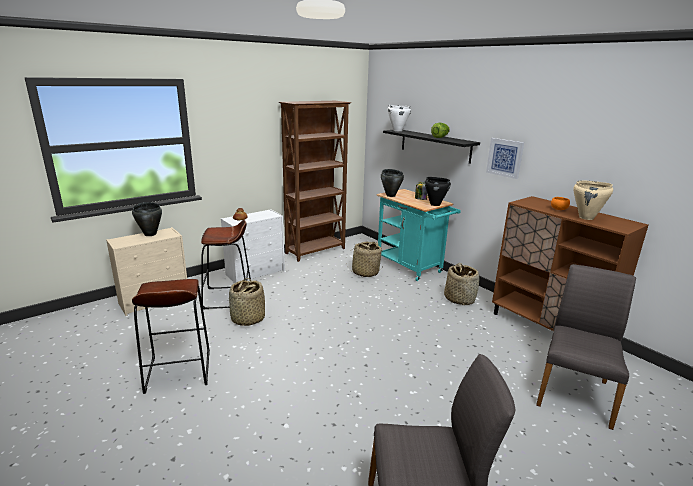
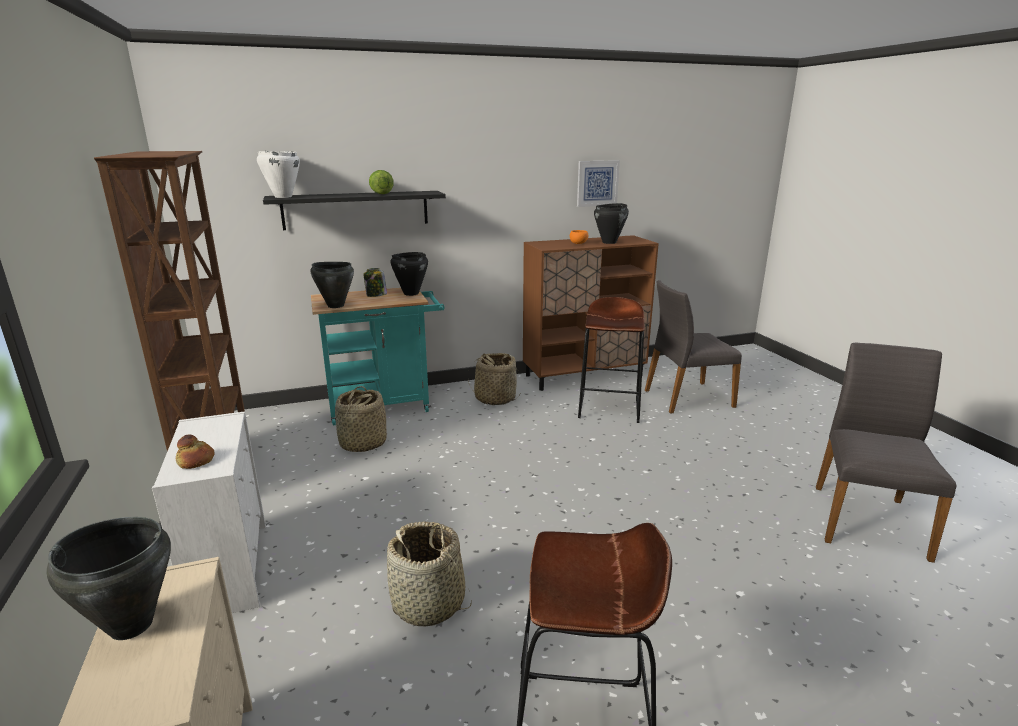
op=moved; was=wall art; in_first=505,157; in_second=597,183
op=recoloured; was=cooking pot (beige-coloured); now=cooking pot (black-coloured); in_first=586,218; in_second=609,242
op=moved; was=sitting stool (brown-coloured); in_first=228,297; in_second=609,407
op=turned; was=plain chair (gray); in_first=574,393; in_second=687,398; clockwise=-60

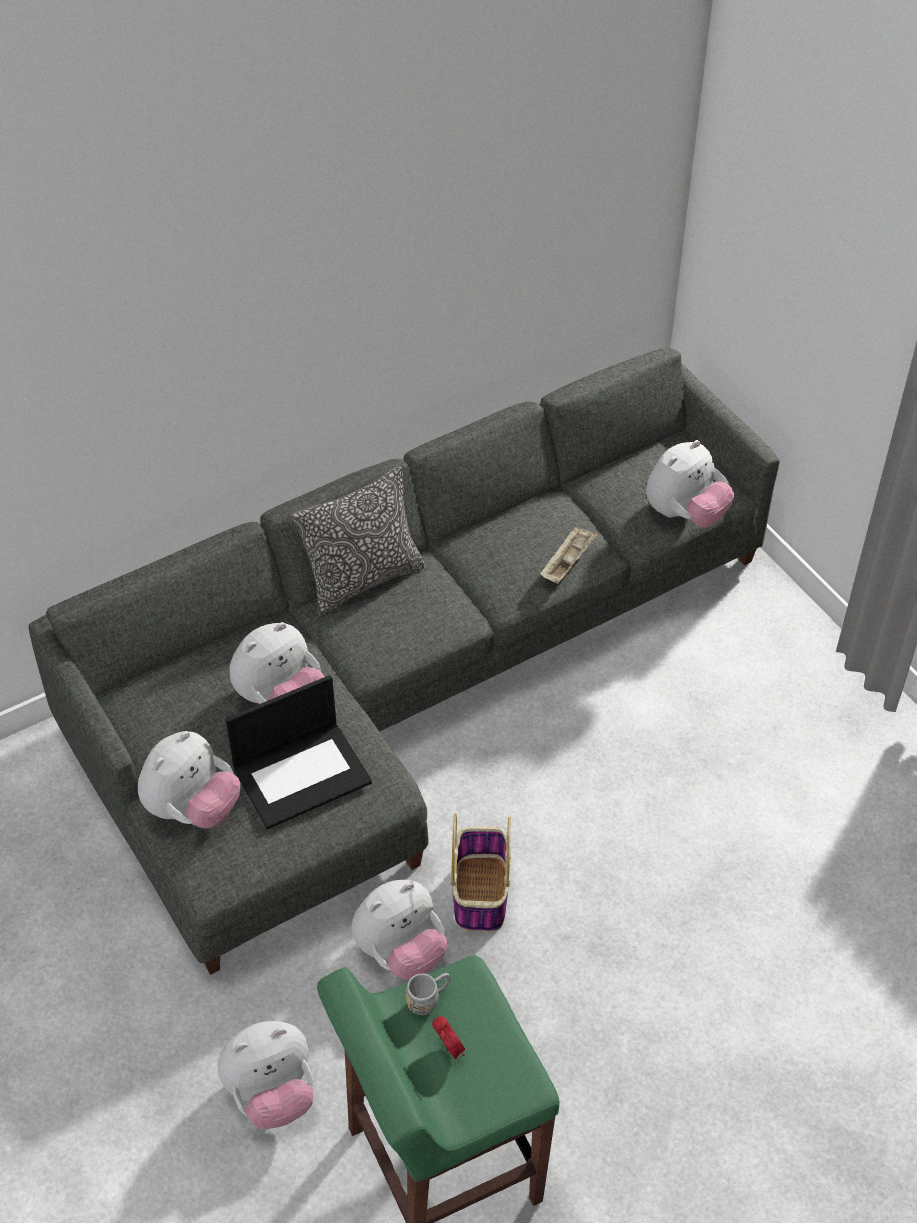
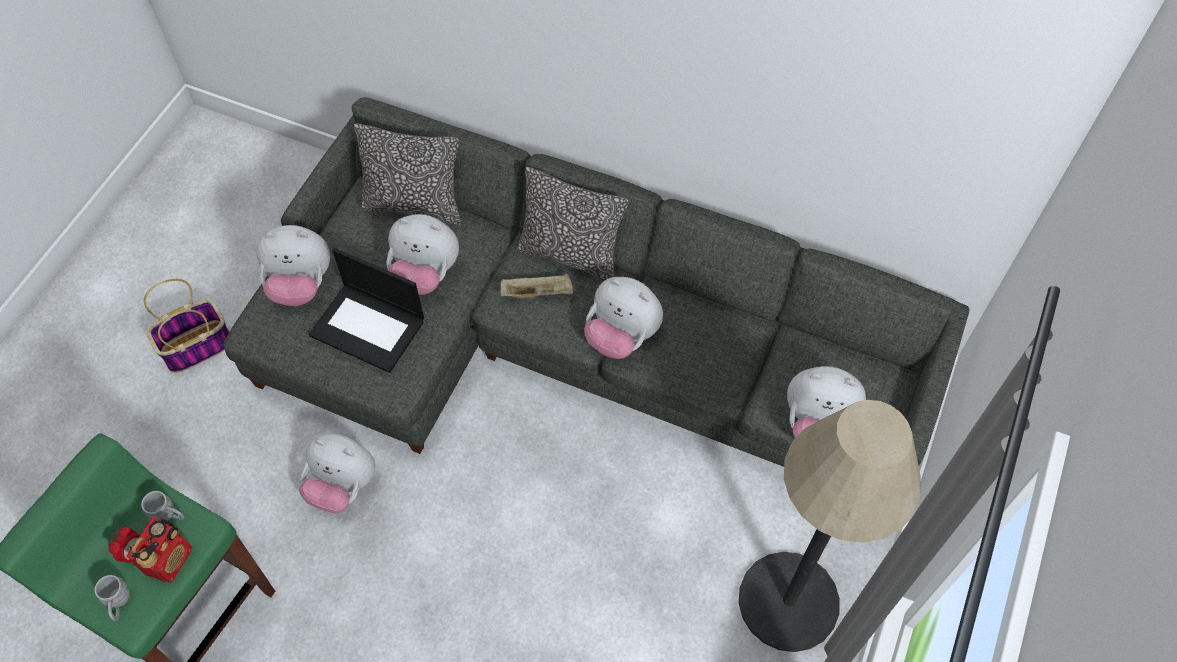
op=moved; was=serving tray (beige-coloured); in_first=568,563; in_second=538,293
op=moved; was=household basket; in_first=480,892; in_second=198,346
op=moved; was=cuddly toy; in_first=272,1094; in_second=621,336
op=added; now=cushion; in_second=414,205
op=added; now=floor lamp; in_second=788,601
op=added; now=radio; in_second=170,559
op=added; now=tea mug (gray); in_second=119,603

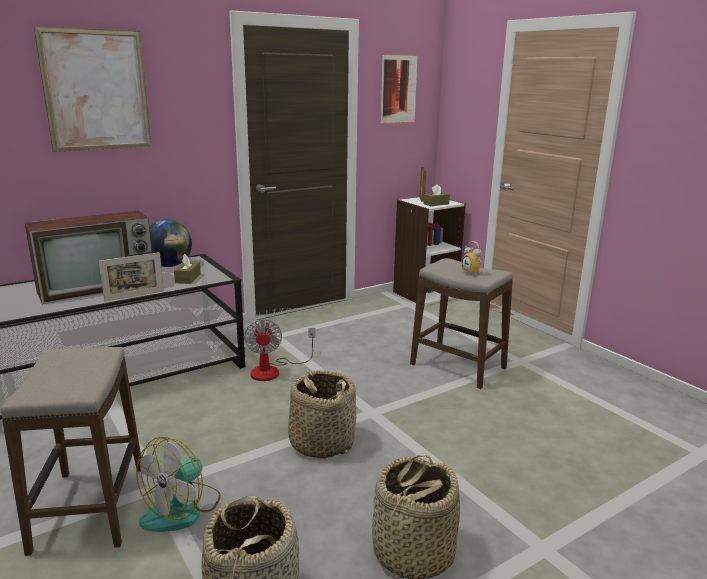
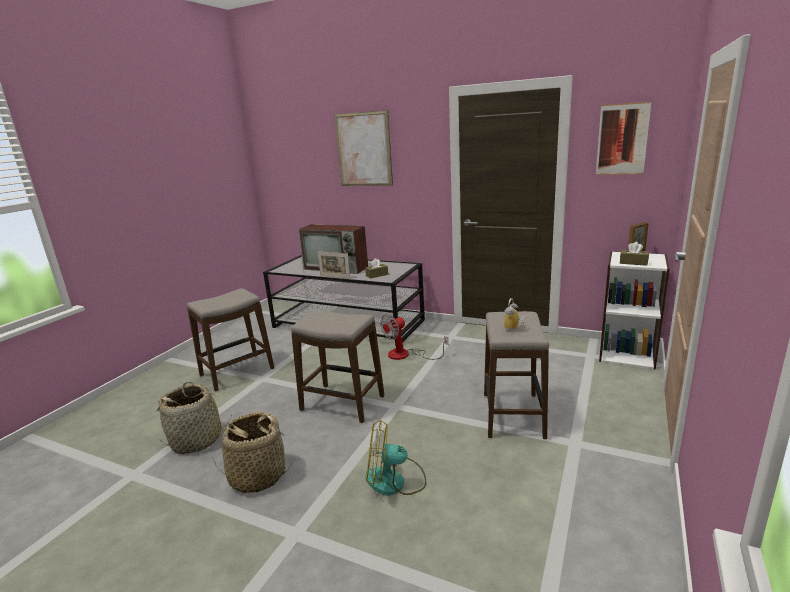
op=removed; was=desk globe; in_first=169,265
op=replaced; was=household basket; now=sitting stool; in_first=321,442; in_second=342,403
op=moved; was=fan; in_first=182,510; in_second=394,481

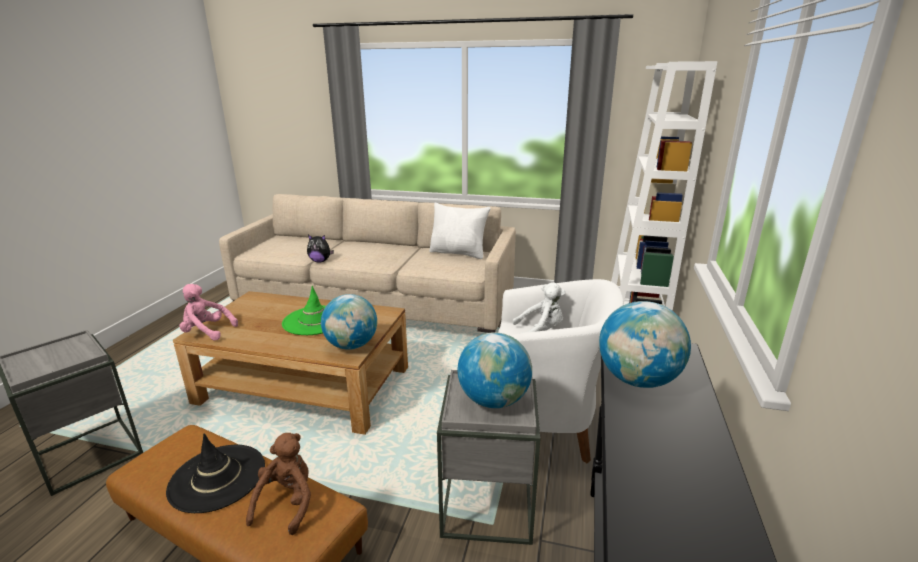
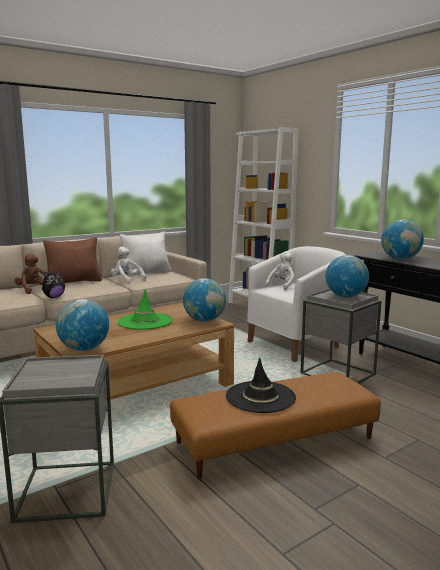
op=replaced; was=cuddly toy (pink); now=desk globe; in_first=207,332; in_second=84,349
op=moved; was=cuddly toy (brown-coloured); in_first=287,503; in_second=34,290
op=added; now=cushion (brown-coloured); in_second=75,281
op=added; now=cuddly toy (whitish); in_second=126,280

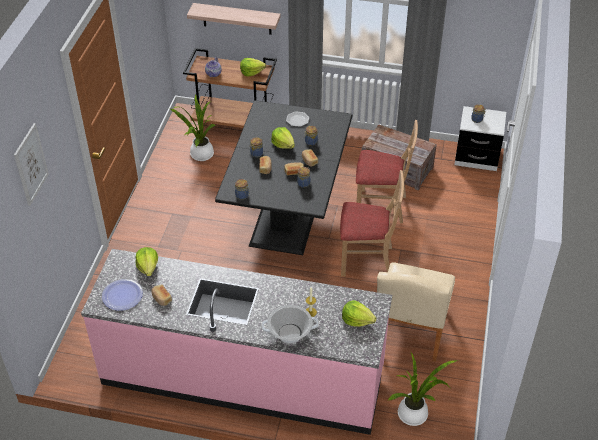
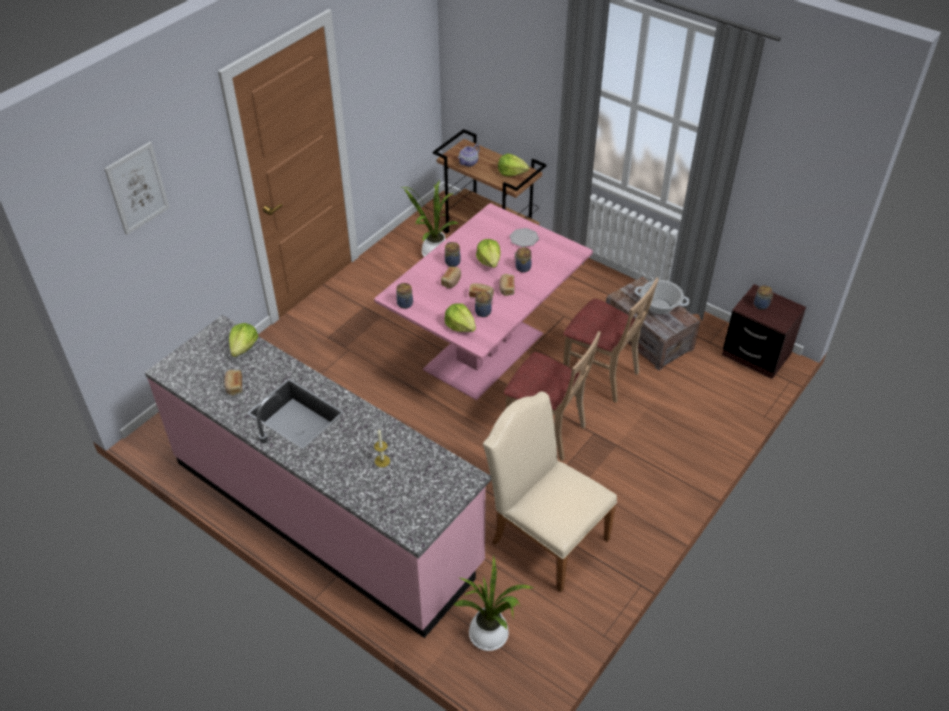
op=removed; was=shelf; in_first=237,19
op=recoloured; was=dinner table (black-coloured); now=dinner table (pink); in_first=287,217; in_second=485,352
op=recoloured; was=nightstand (whitish); now=nightstand (brown-coloured); in_first=476,157; in_second=756,354
op=turned; was=plain chair (beige-coloured); in_first=409,333; in_second=544,536; clockwise=90
op=removed; was=flat dish; in_first=122,295
op=moved; was=head of lettuce; in_first=357,320; in_second=460,326
op=moved; was=cooking pot; in_first=290,333; in_second=660,306

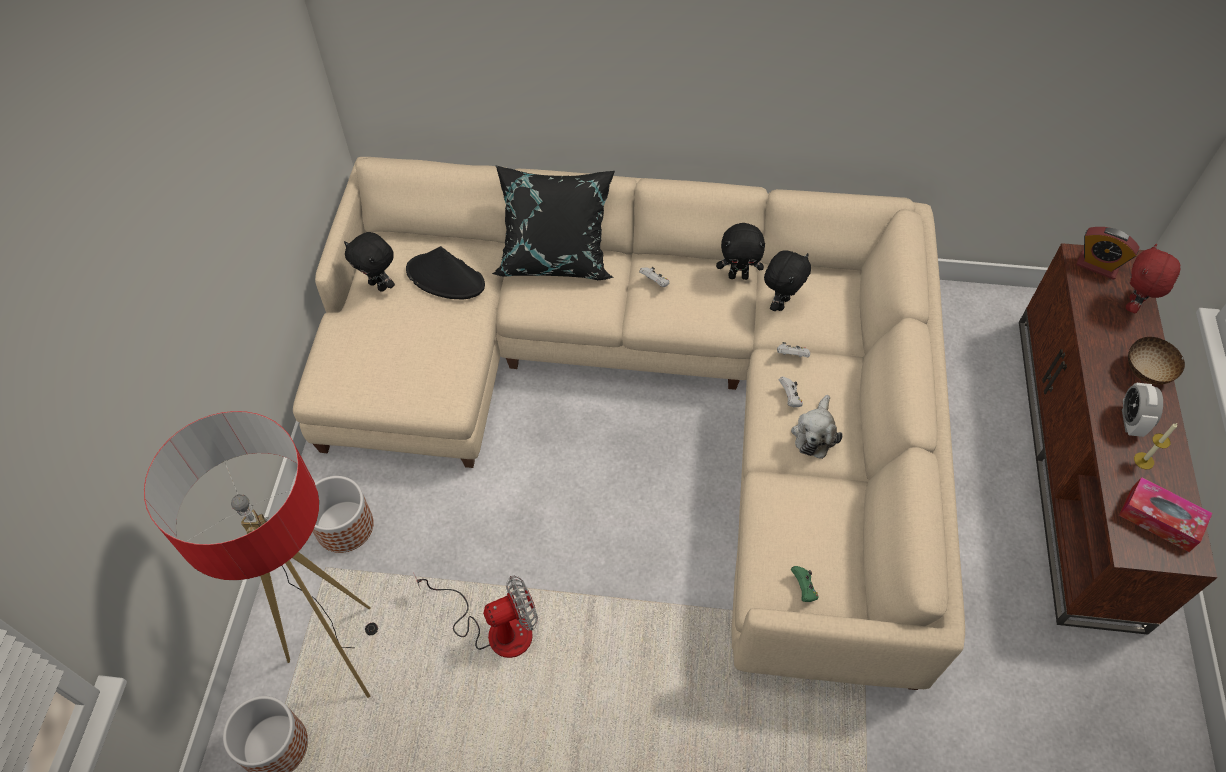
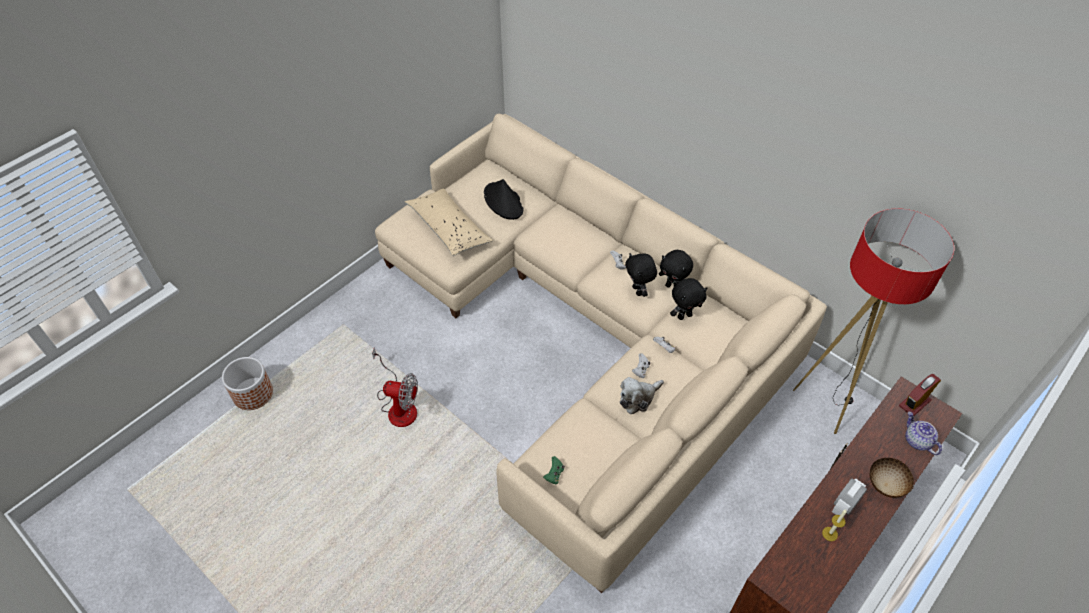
op=removed; was=cushion (black-coloured); in_first=556,256
op=turned; was=bedside clock; in_first=1097,265; in_second=914,403; clockwise=75
op=moved; was=cuddly toy (black-coloured); in_first=379,285; in_second=638,290
op=replaced; was=cuddly toy (red); now=teapot; in_first=1133,305; in_second=917,441
op=moved; was=floor lamp; in_first=343,654; in_second=826,403
op=removed; was=planter; in_first=344,526
op=removed; was=tissue box; in_first=1159,519
op=added; now=cushion (beige-coloured); in_second=449,228

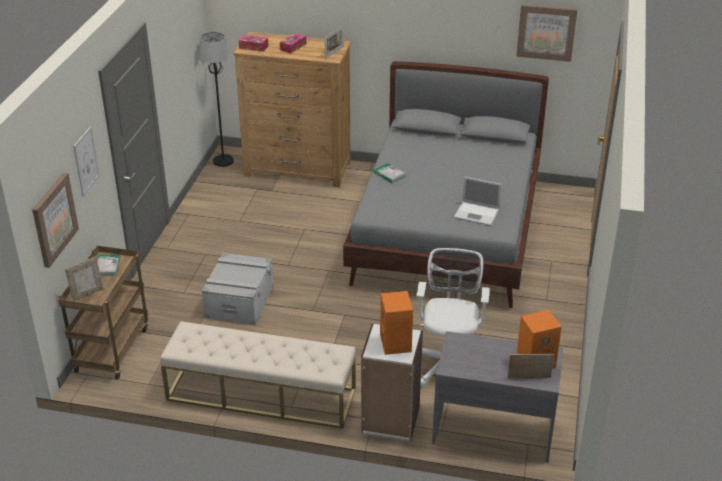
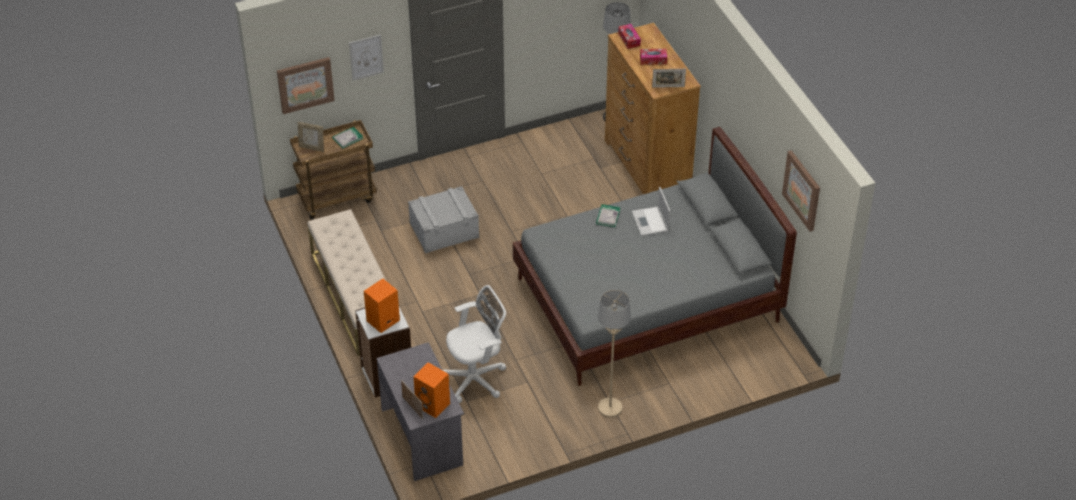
op=moved; was=portable computer; in_first=477,214; in_second=650,222
op=added; now=floor lamp (beige-coloured); in_second=610,408

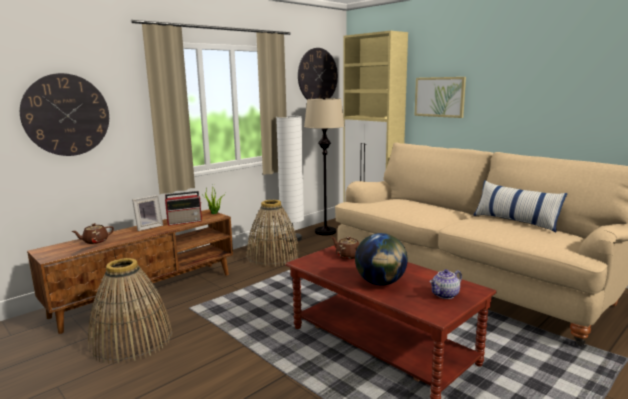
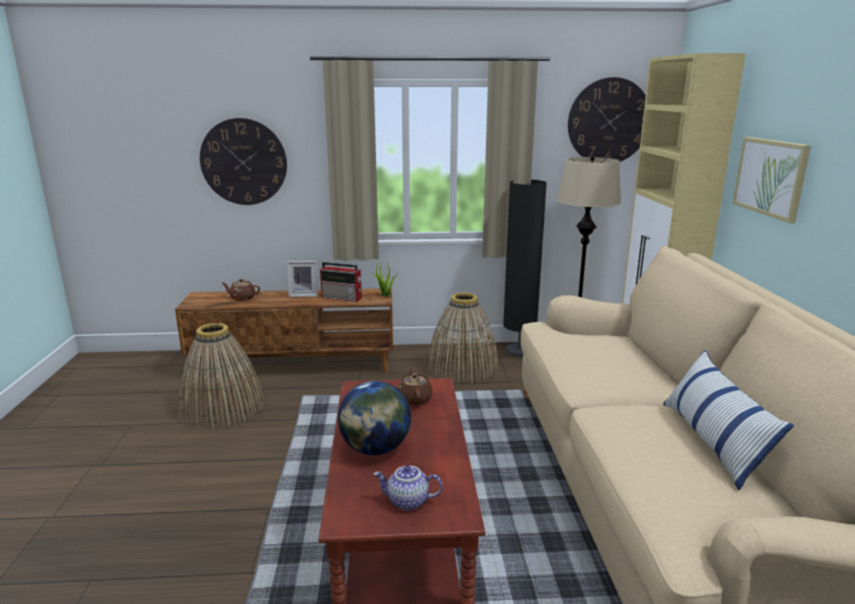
op=recoloured; was=floor lamp (whitish); now=floor lamp (black-coloured); in_first=292,239; in_second=518,352

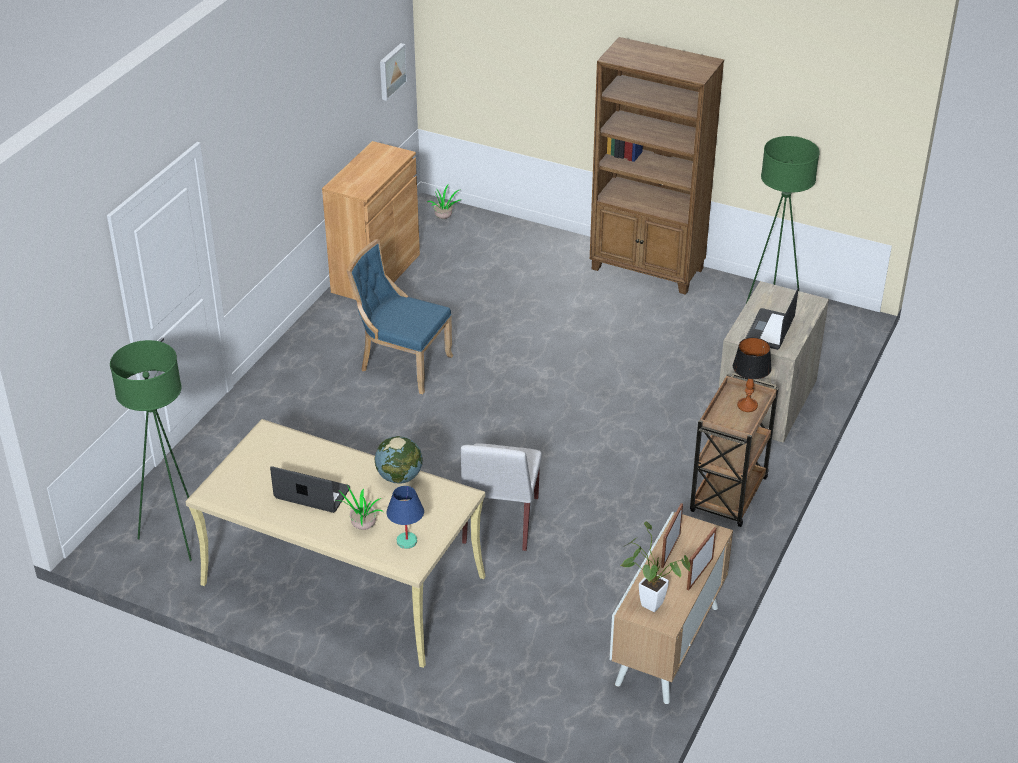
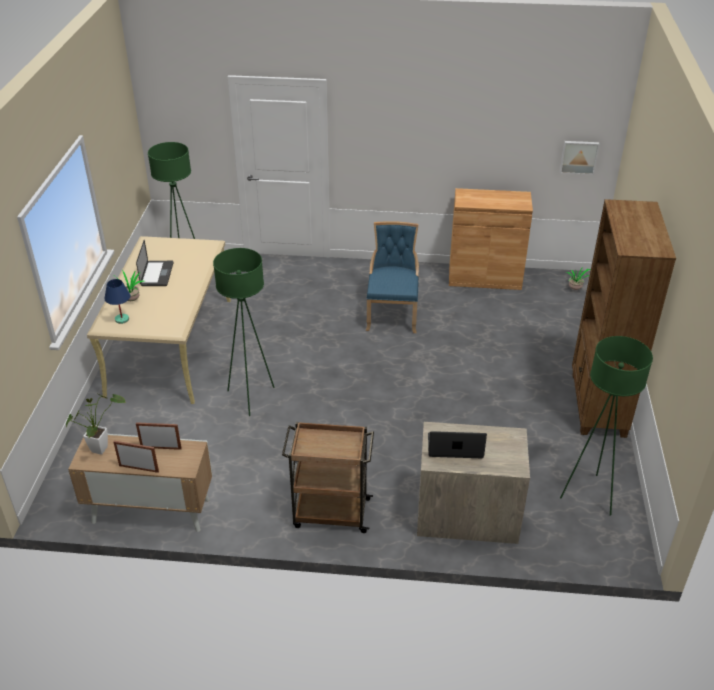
op=removed; was=table lamp; in_first=747,406
op=removed; was=desk globe; in_first=399,477
op=replaced; was=plain chair (whitish); now=floor lamp (green); in_first=500,521; in_second=251,397

